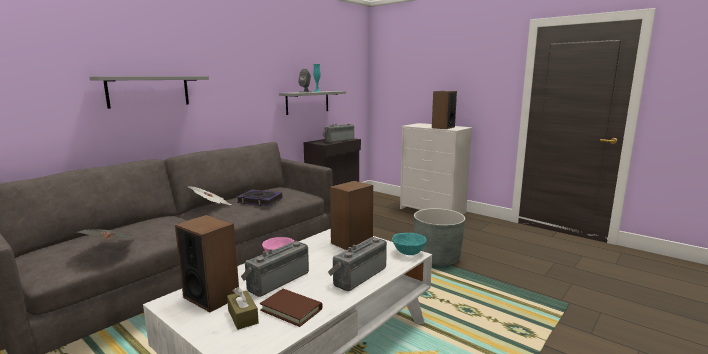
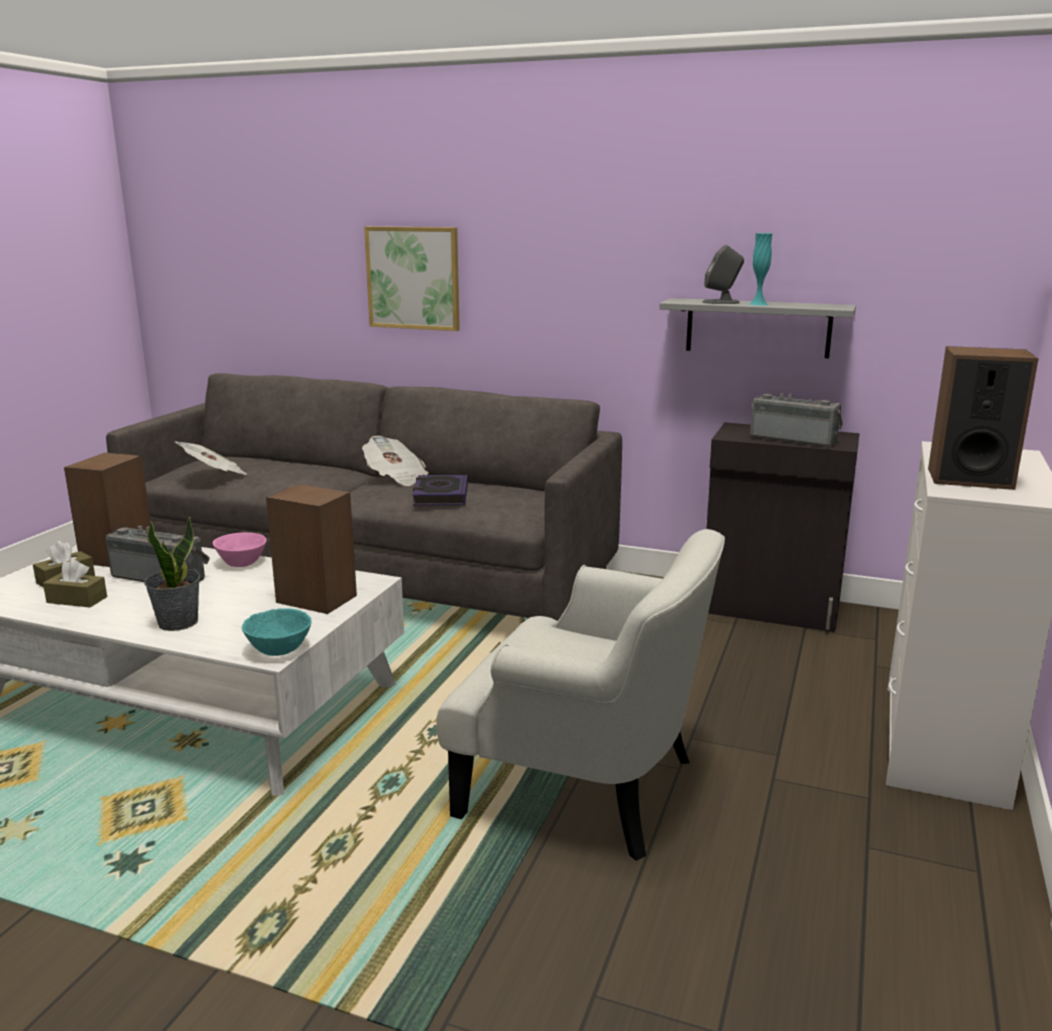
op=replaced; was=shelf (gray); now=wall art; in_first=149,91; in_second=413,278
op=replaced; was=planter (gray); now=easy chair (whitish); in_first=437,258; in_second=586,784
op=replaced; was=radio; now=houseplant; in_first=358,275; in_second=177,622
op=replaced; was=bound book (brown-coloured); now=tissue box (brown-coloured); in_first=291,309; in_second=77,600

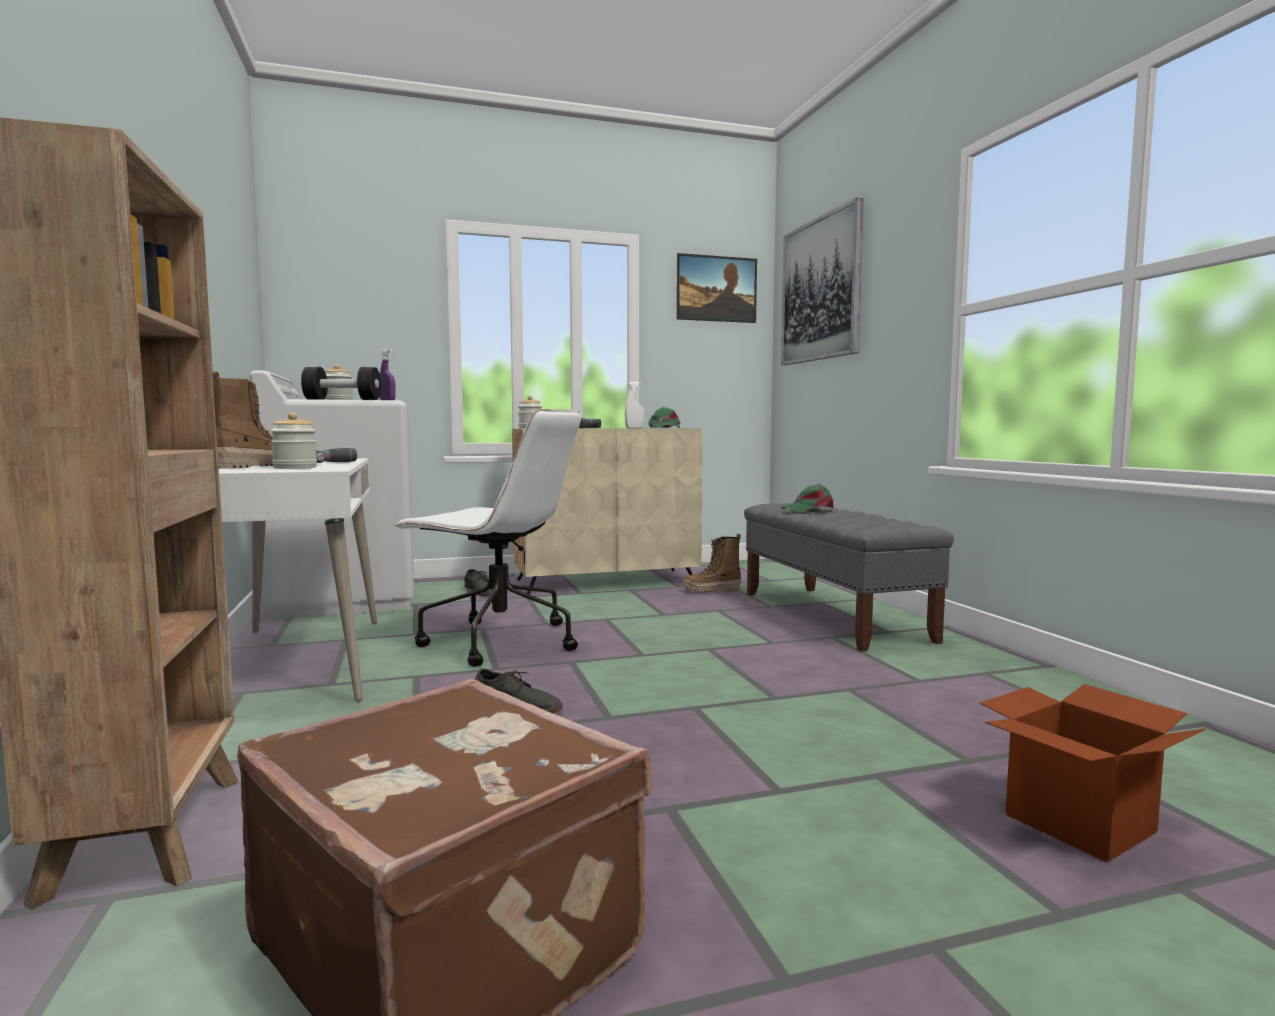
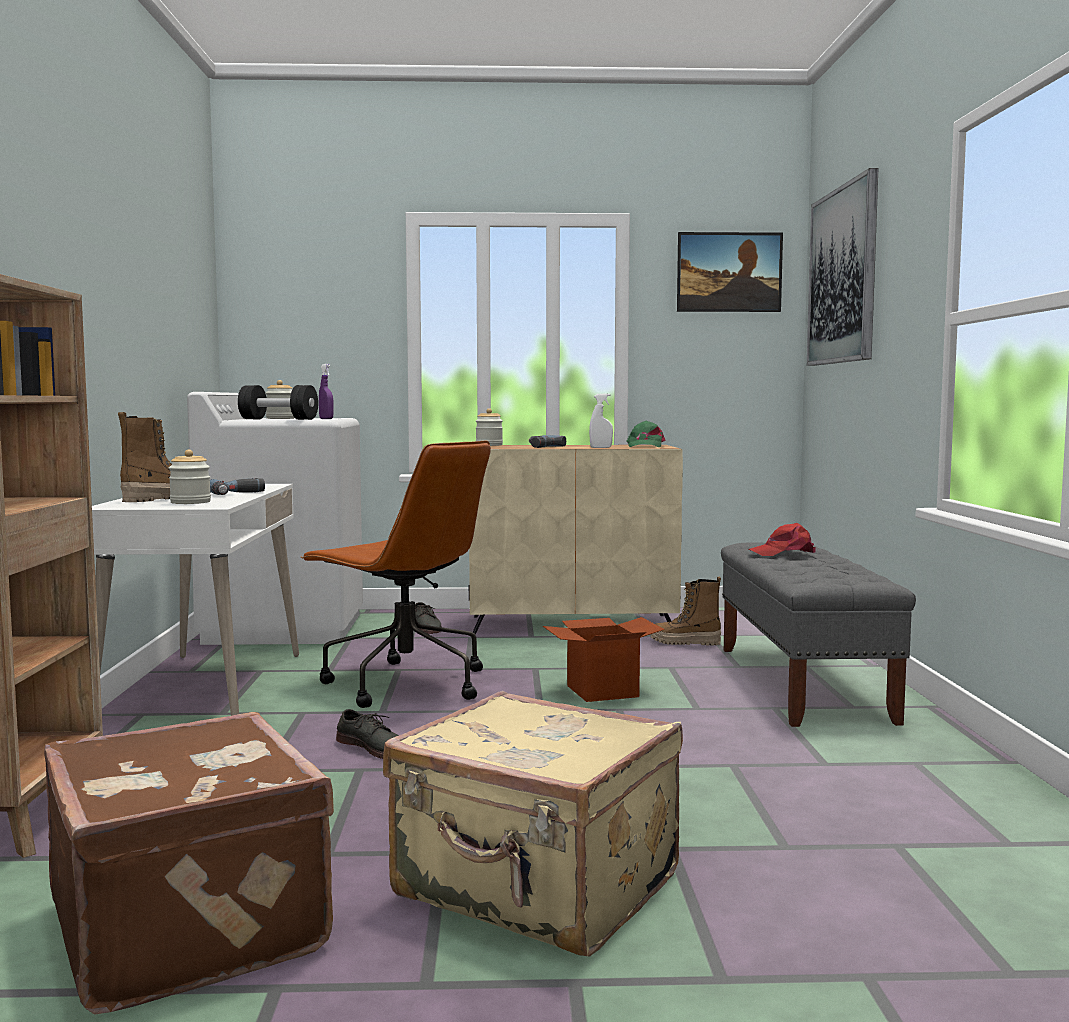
op=recoloured; was=desk chair (whitish); now=desk chair (brown-coloured); in_first=498,641; in_second=404,684
op=recoloured; was=peaked cap (green); now=peaked cap (red); in_first=809,509; in_second=783,553
op=moved; was=cardboard box; in_first=1080,823; in_second=603,691
op=added; now=suitcase (beige-coloured); in_second=537,889

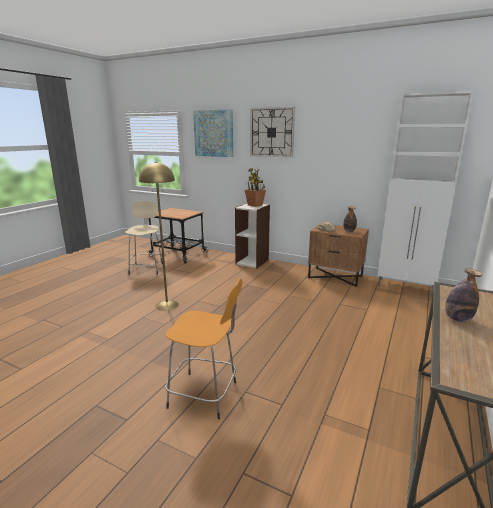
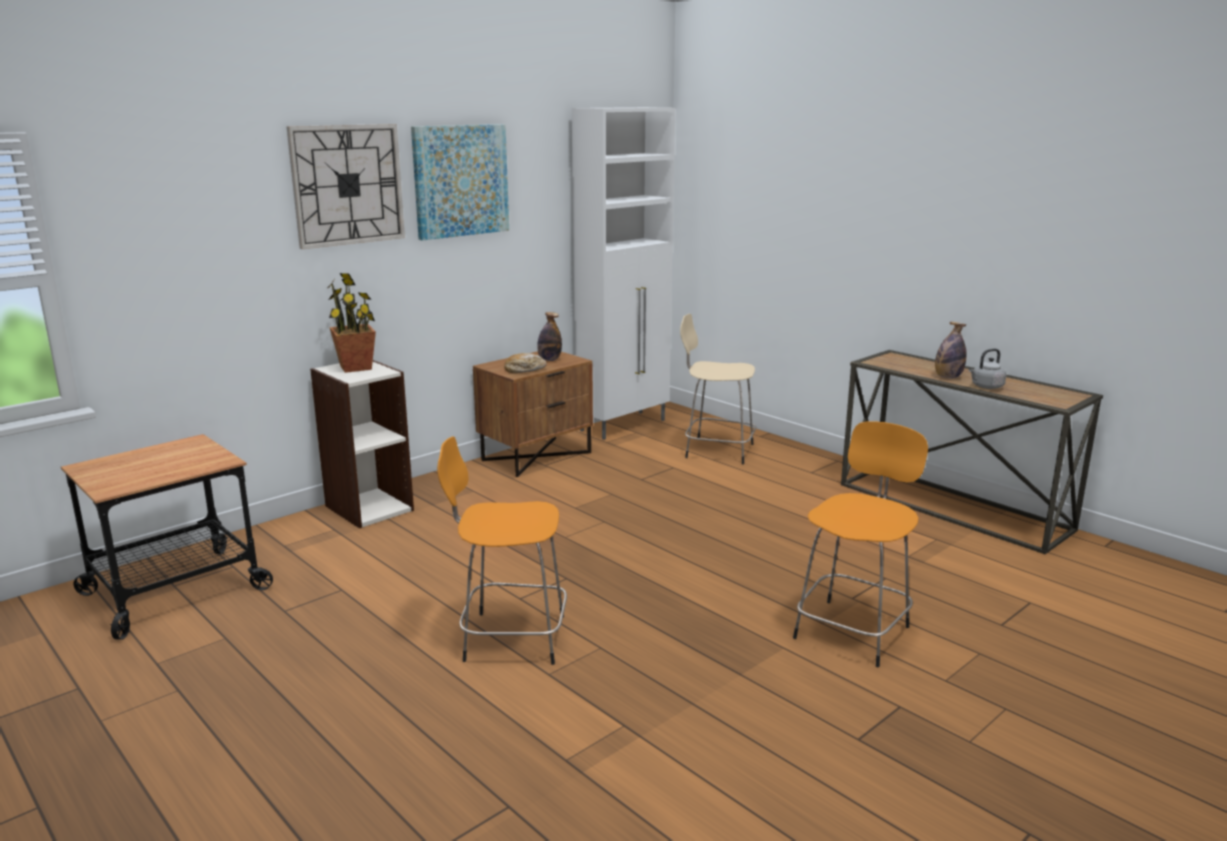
op=moved; was=wall art; in_first=213,133; in_second=460,180
op=replaced; was=floor lamp (yellow); now=sitting stool (orange-coloured); in_first=167,305; in_second=510,637
op=moved; was=sitting stool (beige-coloured); in_first=146,268; in_second=716,450
op=added; now=kettle (gray); in_second=986,387

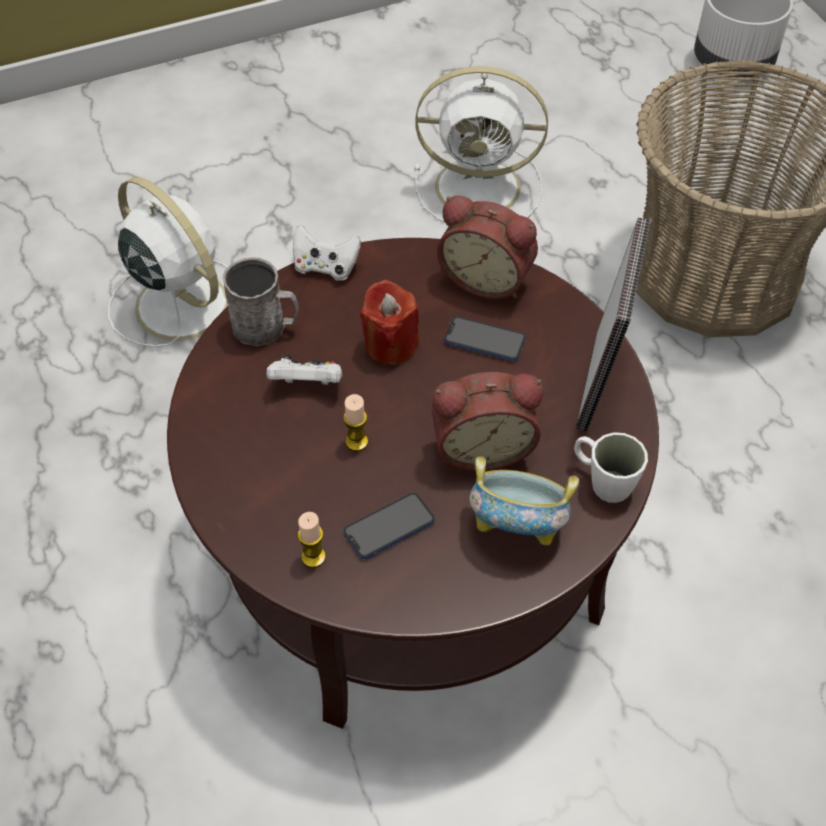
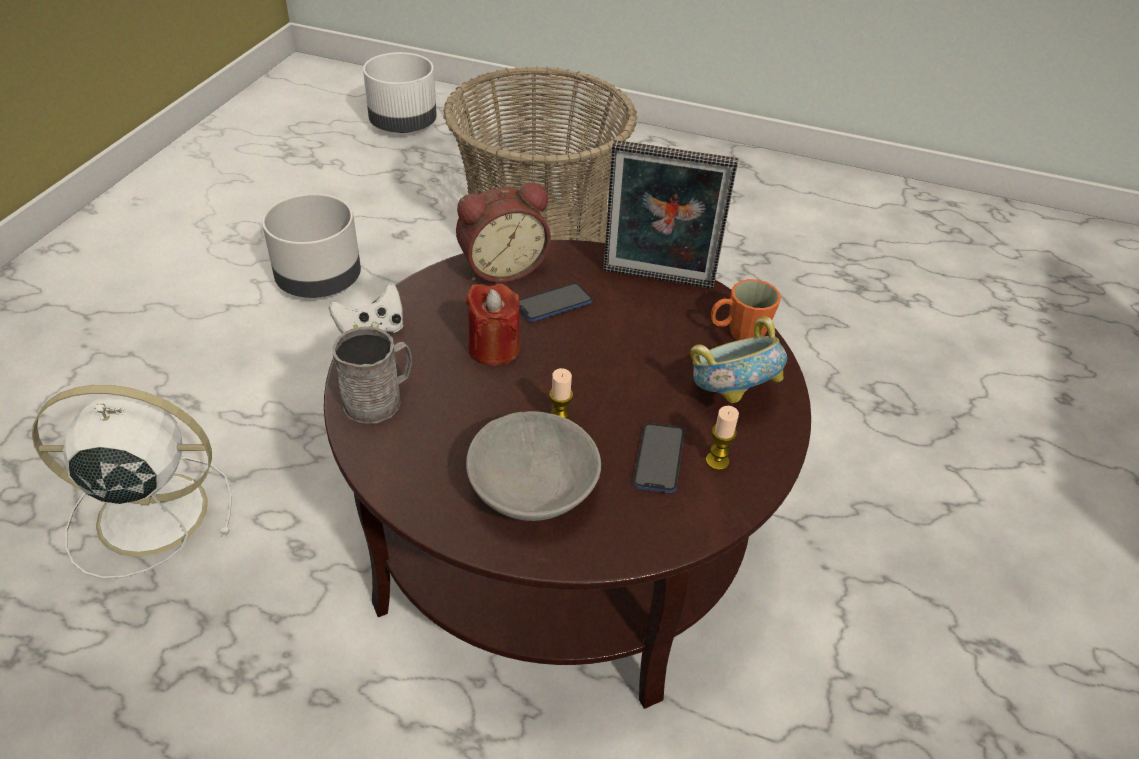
op=replaced; was=fan (whitish); now=planter (gray); in_first=481,187; in_second=319,281
op=turned; was=photo frame; in_first=600,382; in_second=657,281; clockwise=135
op=removed; was=game controller (whitish); in_first=307,384
op=removed; was=bedside clock; in_first=482,446
op=recoloured; was=tea mug (whitish); now=tea mug (orange-coloured); in_first=603,481; in_second=738,333
op=moved; was=wax candle; in_first=313,557; in_second=717,461
op=added; now=serving bowl (gray); in_second=533,490

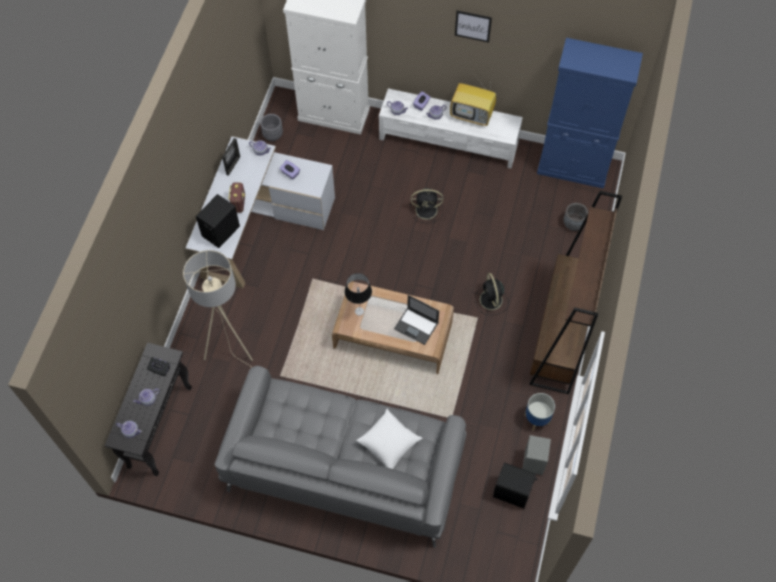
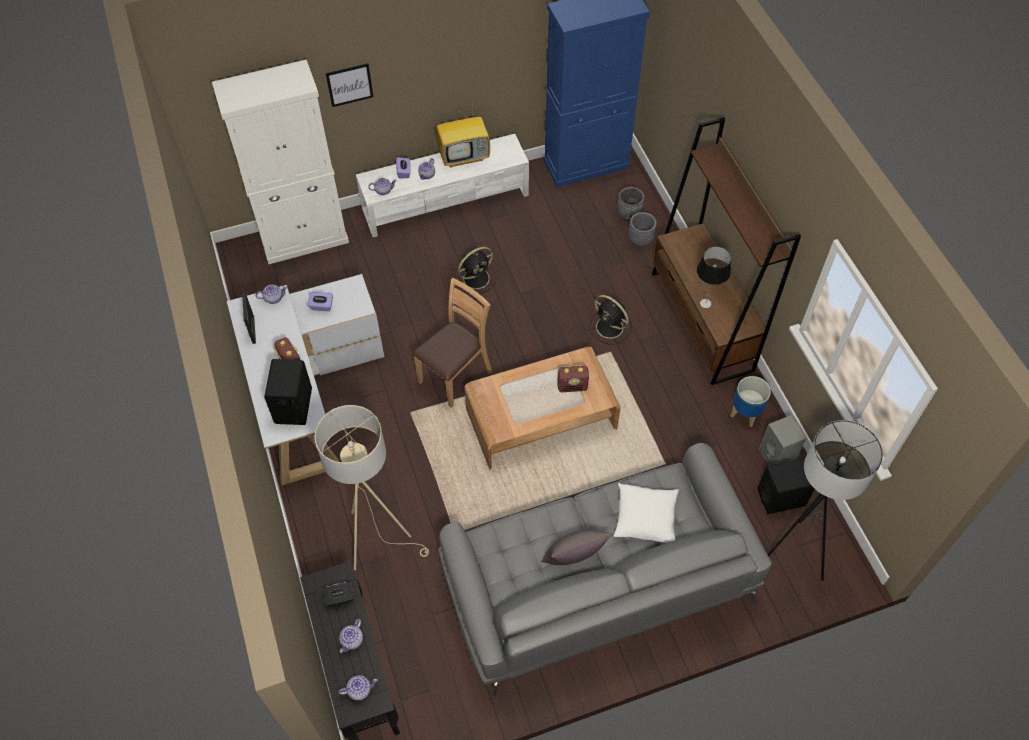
op=moved; was=wall art; in_first=473,26; in_second=349,84
op=moved; was=planter (gray); in_first=273,135; in_second=640,239
op=moved; was=table lamp; in_first=359,311; in_second=705,303
op=replaced; was=portable computer; now=radio; in_first=417,326; in_second=572,386
op=added; now=plain chair (brown-coloured); in_second=455,375
op=added; now=floor lamp (gray); in_second=794,550
op=added; now=cushion (gray); in_second=574,559

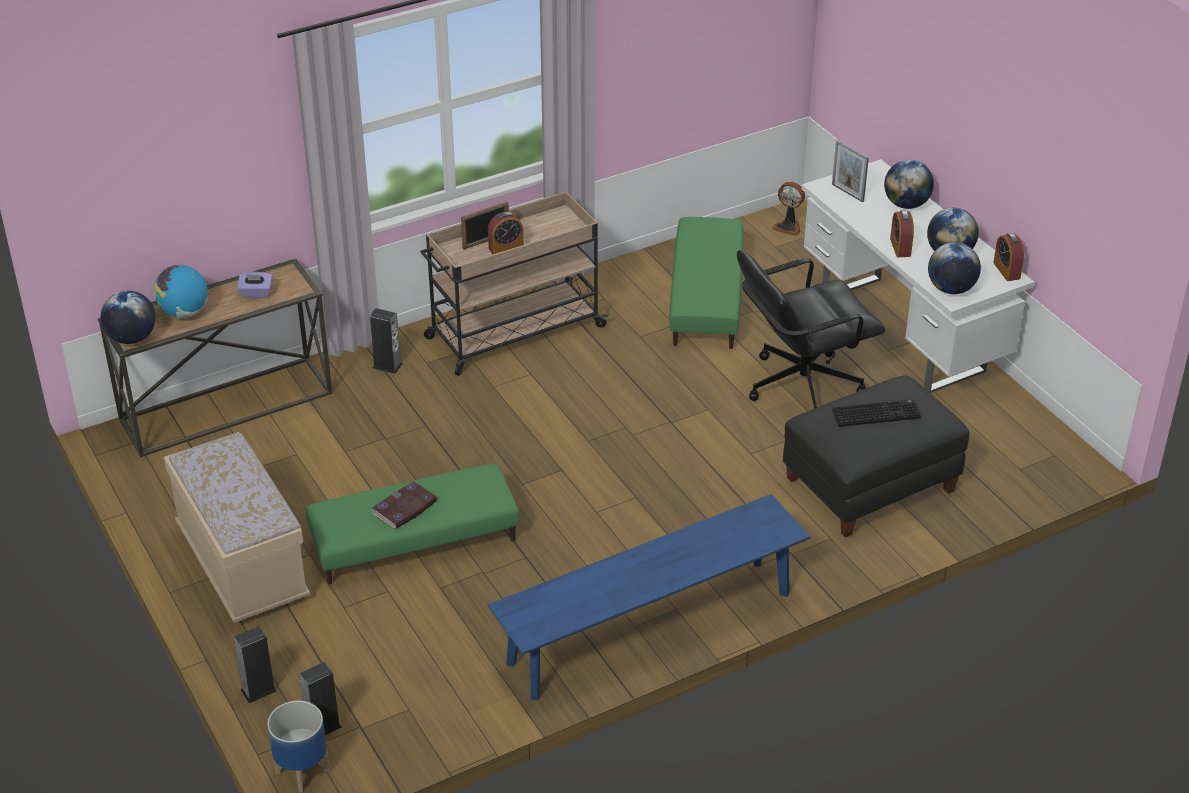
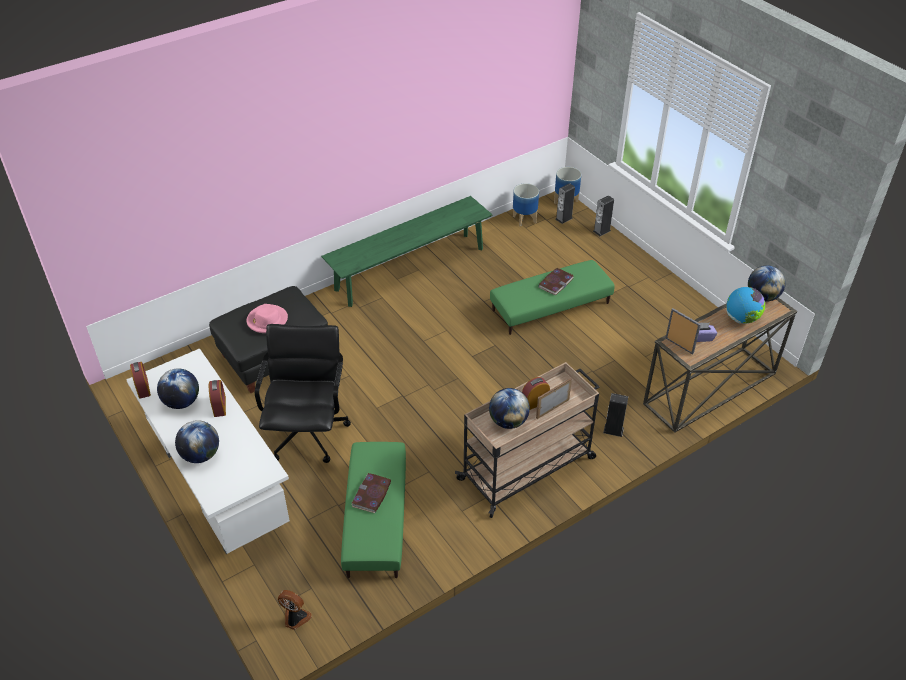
op=moved; was=photo frame; in_first=847,193; in_second=679,345
op=moved; was=desk globe; in_first=951,289; in_second=508,421
op=turned; was=desk chair (black-coloured); in_first=801,385; in_second=308,433; clockwise=-60
op=replaced; was=computer keyboard; now=clothing hat (pink); in_first=876,413; in_second=267,320
op=removed; was=bench (beige-coloured); in_first=242,565
op=recoloured; was=bench (blue-coloured); now=bench (green); in_first=650,628; in_second=410,269
op=added; now=planter; in_second=524,219
op=added; now=bound book; in_second=371,494

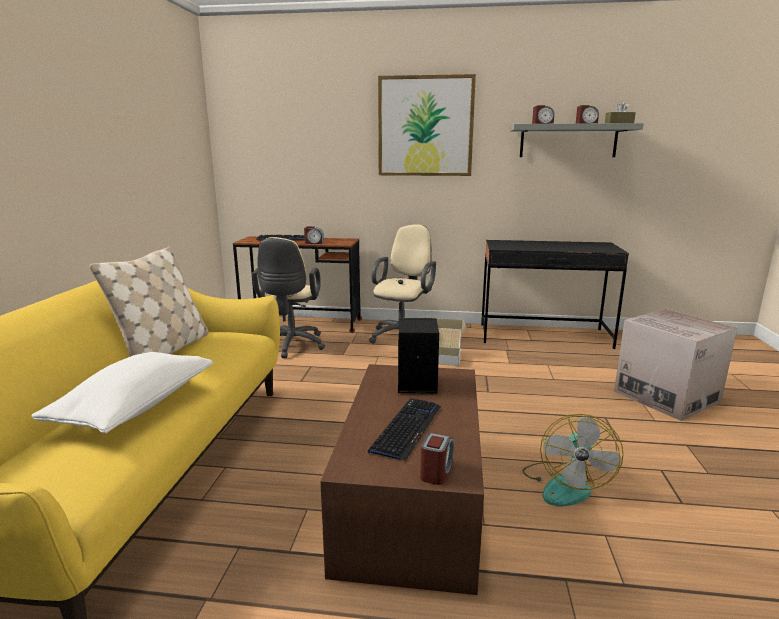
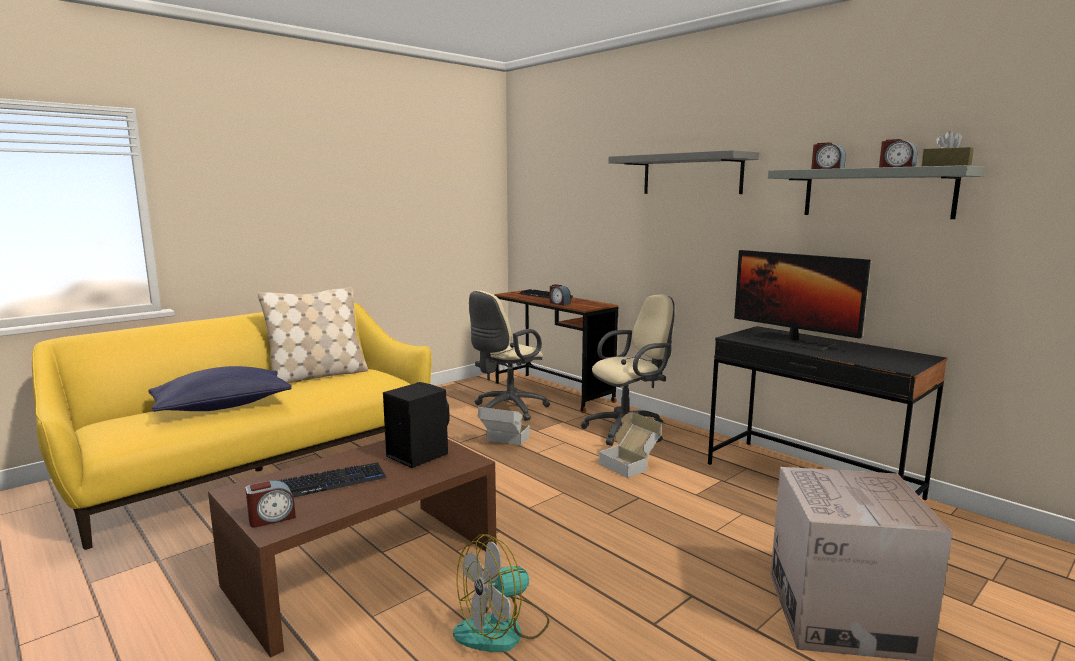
op=replaced; was=wall art; now=shelf (gray); in_first=425,126; in_second=691,174
op=recoloured; was=cushion (whitish); now=cushion (blue-coloured); in_first=135,407; in_second=222,406
op=added; now=computer screen; in_second=792,341
op=added; now=cardboard box; in_second=504,442

